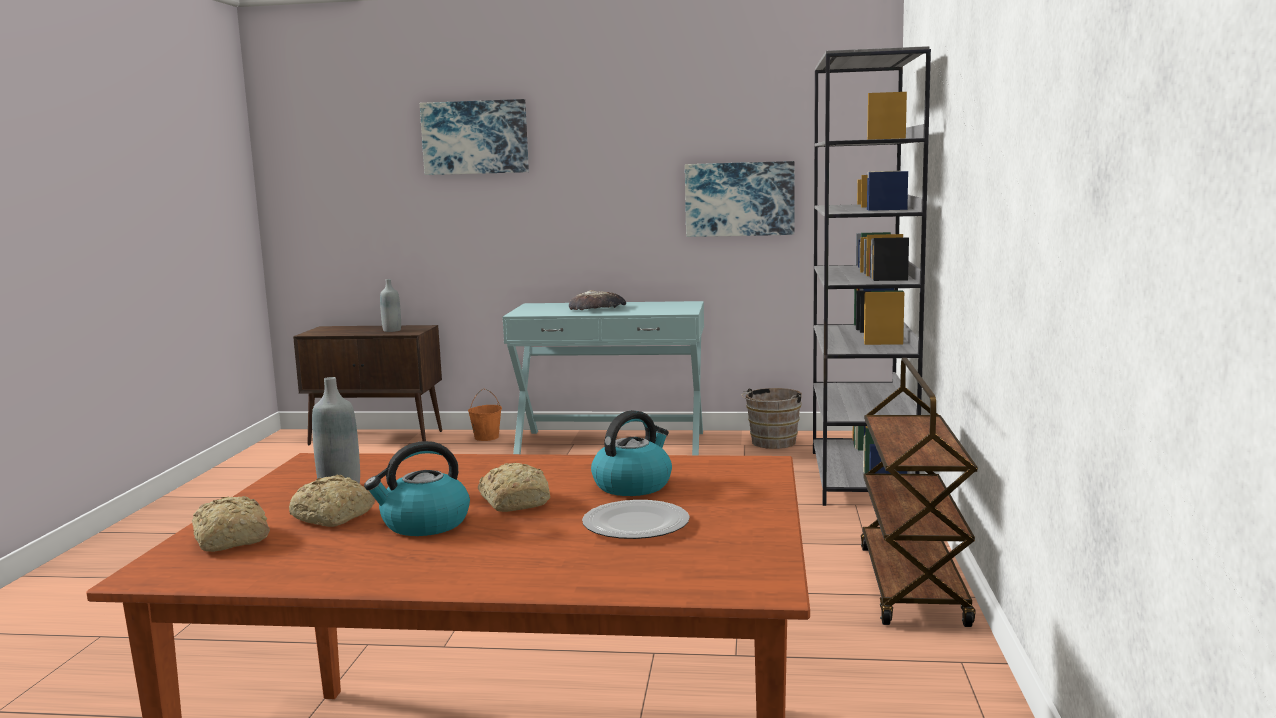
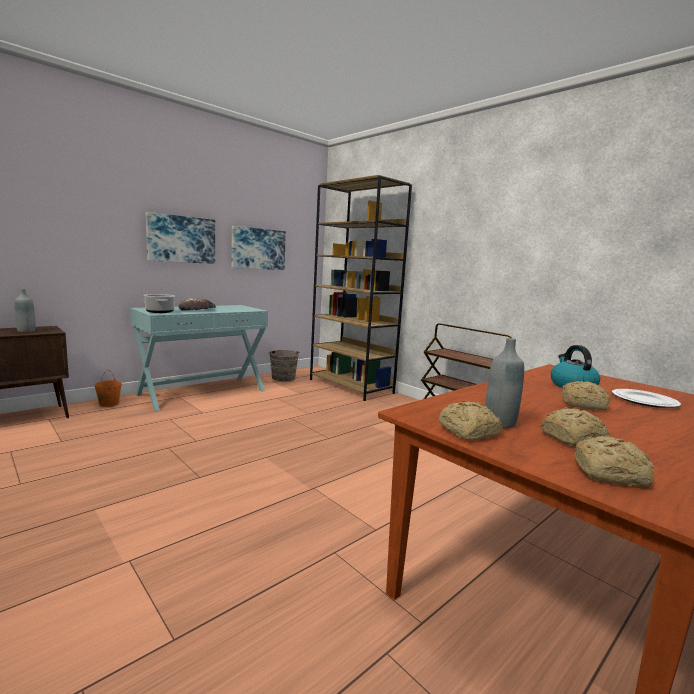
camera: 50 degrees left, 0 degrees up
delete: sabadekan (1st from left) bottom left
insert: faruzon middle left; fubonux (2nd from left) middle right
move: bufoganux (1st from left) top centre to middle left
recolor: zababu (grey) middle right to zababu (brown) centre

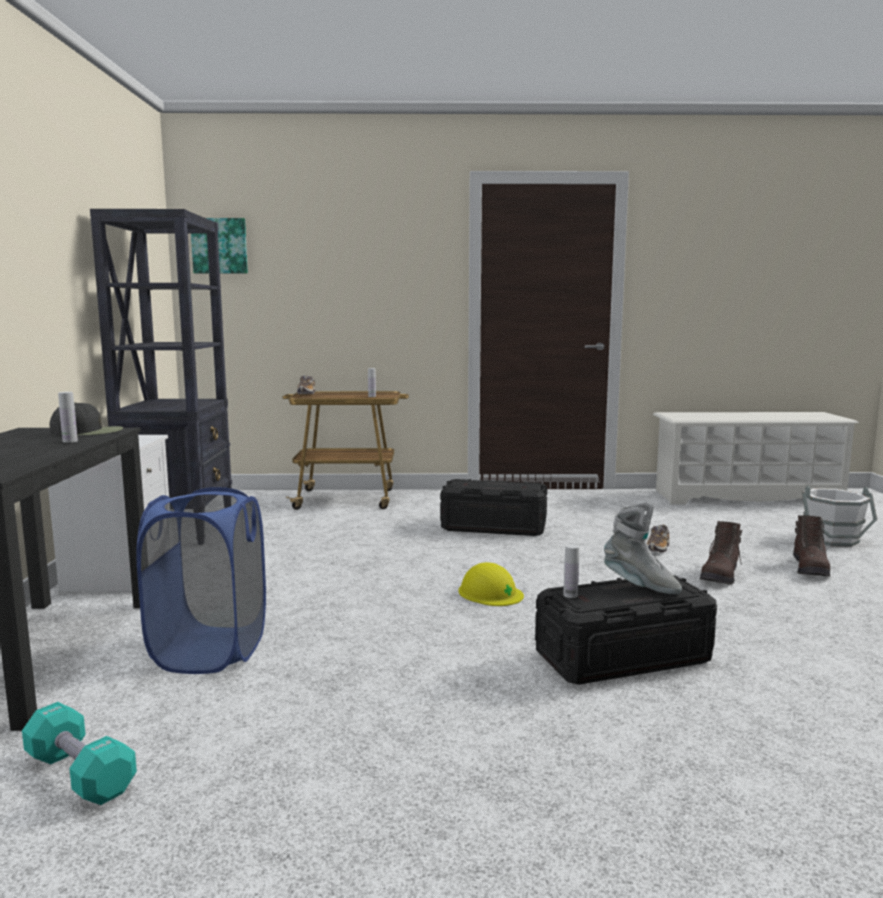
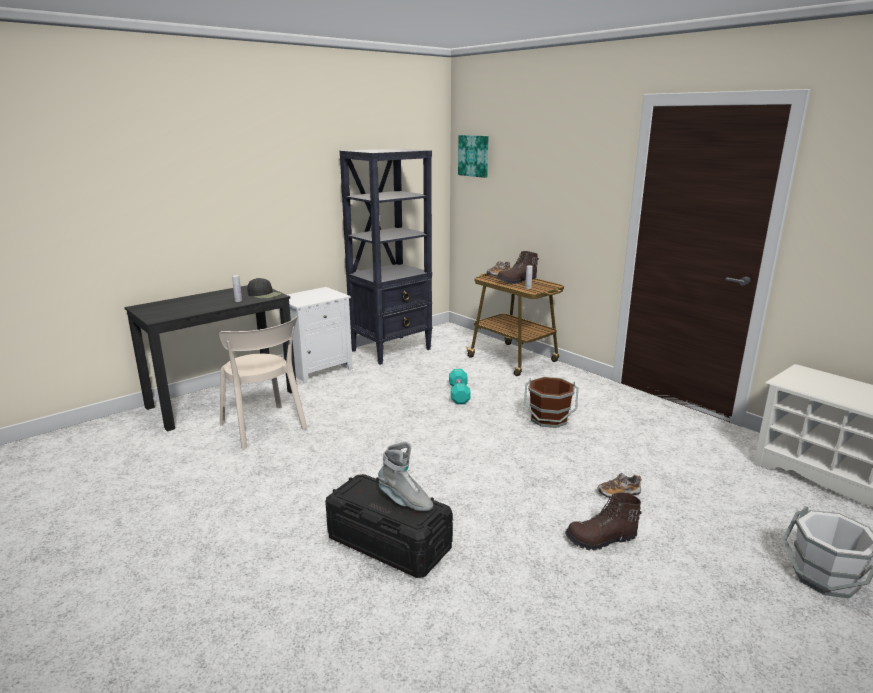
camera: 50 degrees right, 10 degrees up
delete: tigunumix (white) (3rd from left) centre; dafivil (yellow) centre
move: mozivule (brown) (2nd from left in the first image) middle right to mozivule (brown) (1st from left) centre; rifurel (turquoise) bottom left to centre
replace: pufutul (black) (1st from left) centre to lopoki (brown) centre; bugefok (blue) middle left to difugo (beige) middle left
rotate: mozivule (grey) middle right = bottom centre 60 degrees counterclockwise

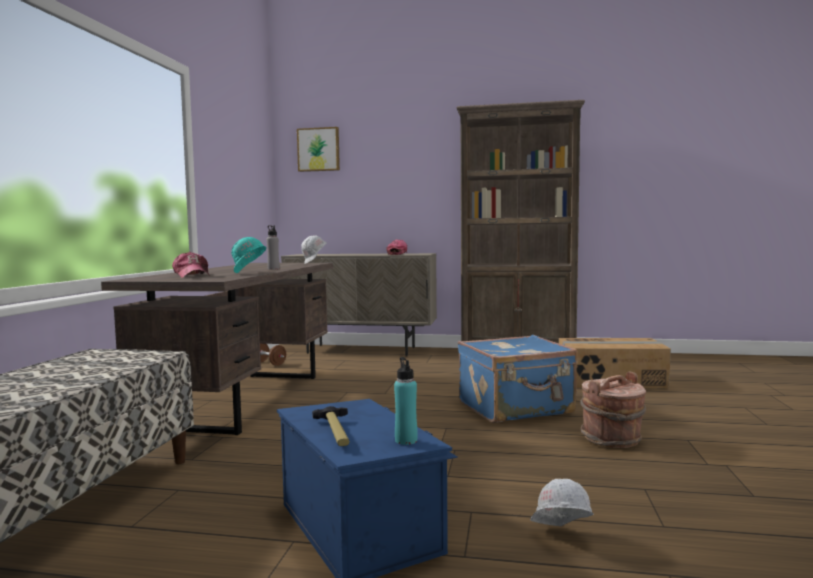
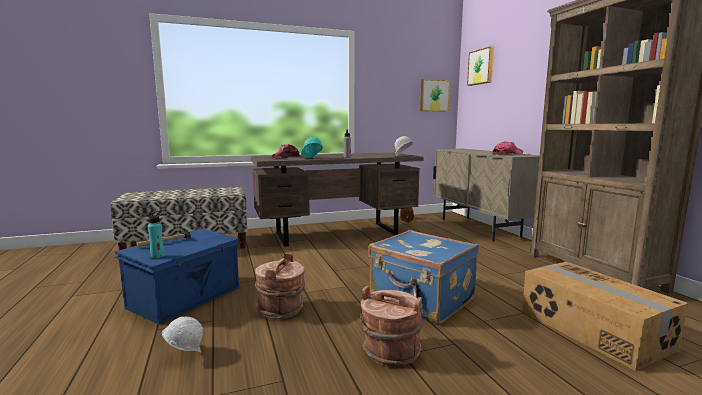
camera: 60 degrees right, 5 degrees up
insert: bufoganux (1st from left) top centre; lopoki (brown) (1st from left) bottom centre

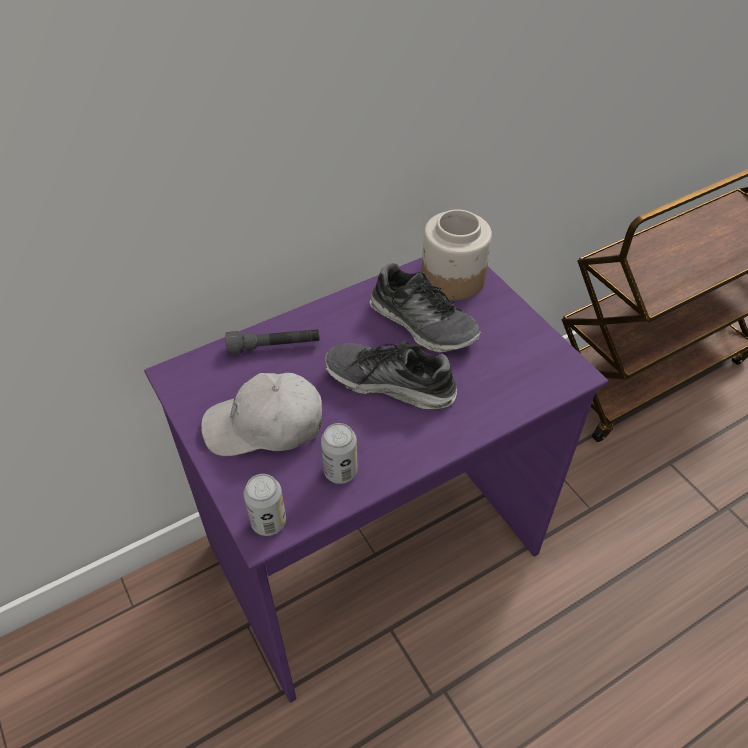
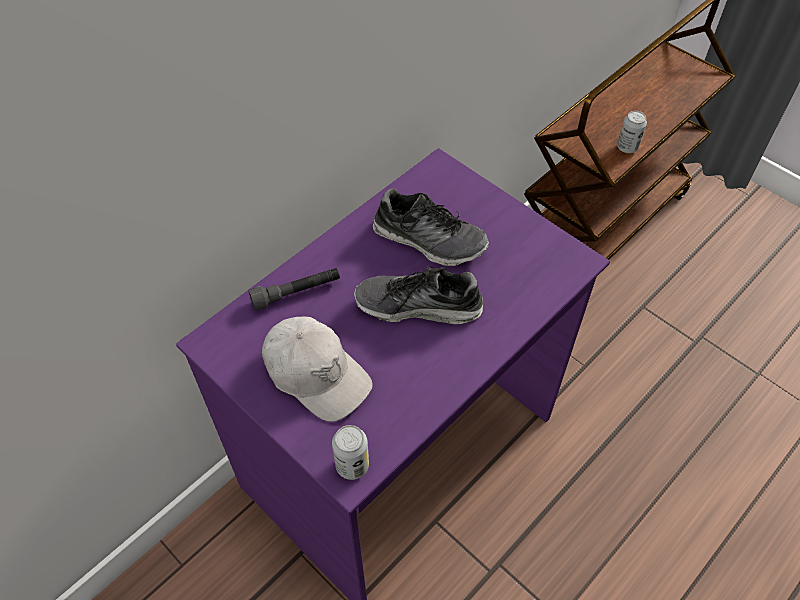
camera: 15 degrees left, 5 degrees up
delete: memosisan centre
move: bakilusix (2nd from left) centre to top right
rotate: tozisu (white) centre = centre 120 degrees counterclockwise

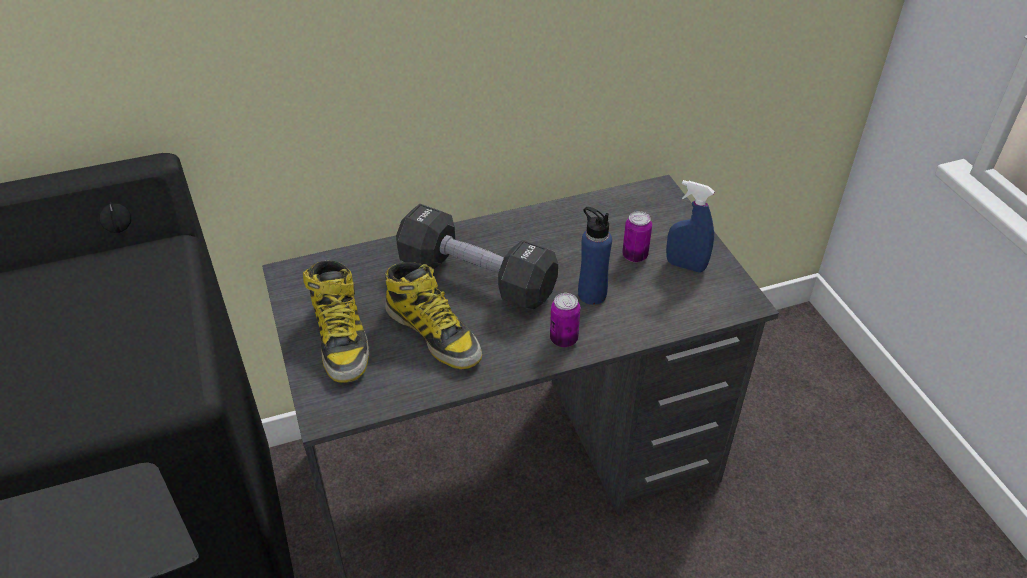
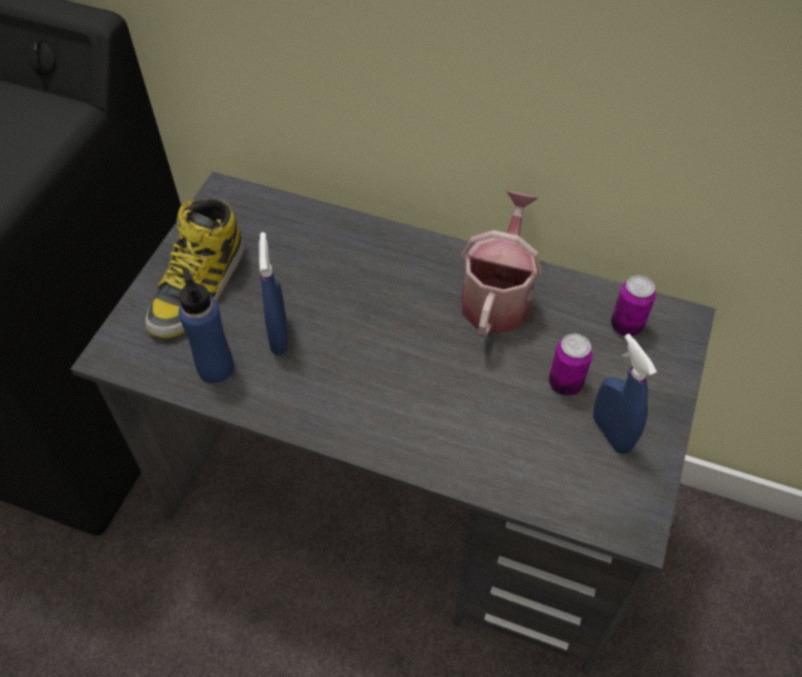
camera: 40 degrees right, 10 degrees up
delete: rifurel (black) centre
insert: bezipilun centre
move: tigunumix (blue) centre to middle left; bakilusix (1st from left in the first image) centre to bakilusix (2nd from left) middle right
replace: mozivule (2nd from left) centre to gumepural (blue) (1st from left) centre

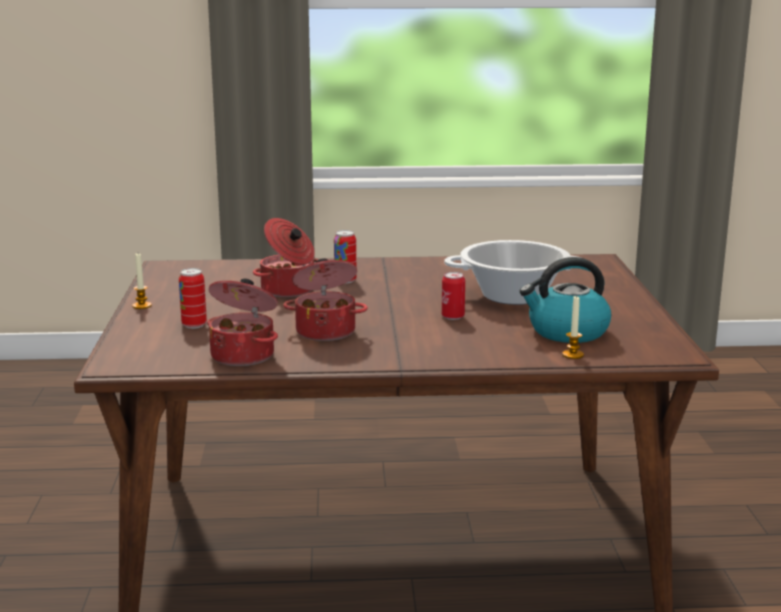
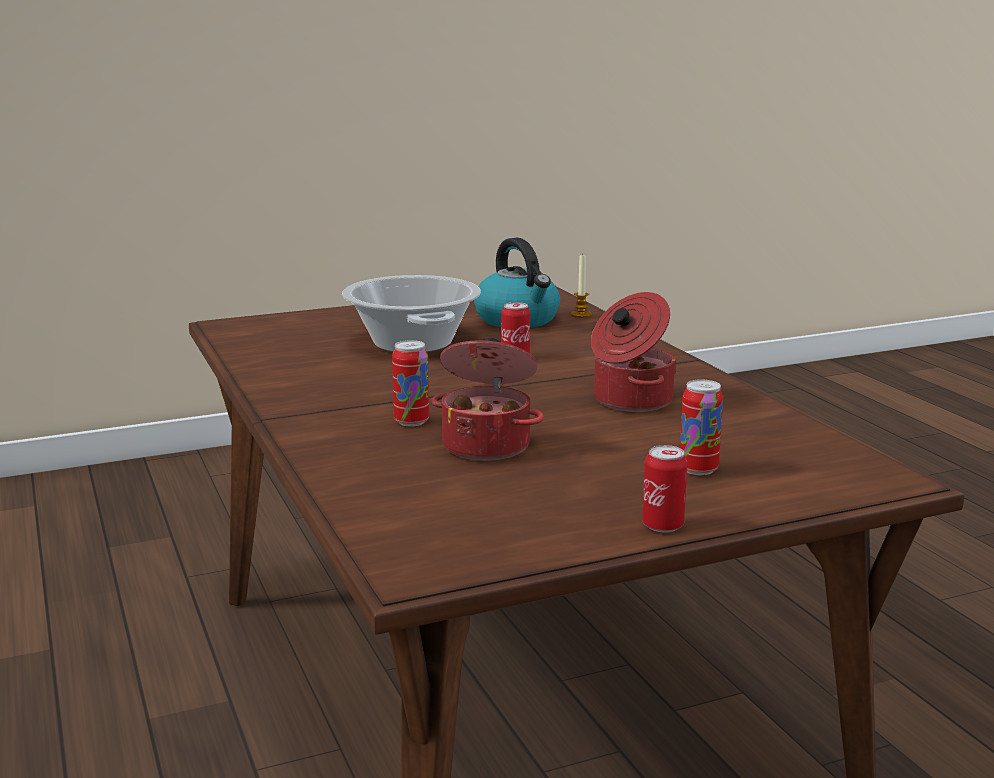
camera: 110 degrees left, 0 degrees up
delete: faruzon (1st from left) middle left
replace: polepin (1st from left) middle left to bakilusix (3rd from left) middle right

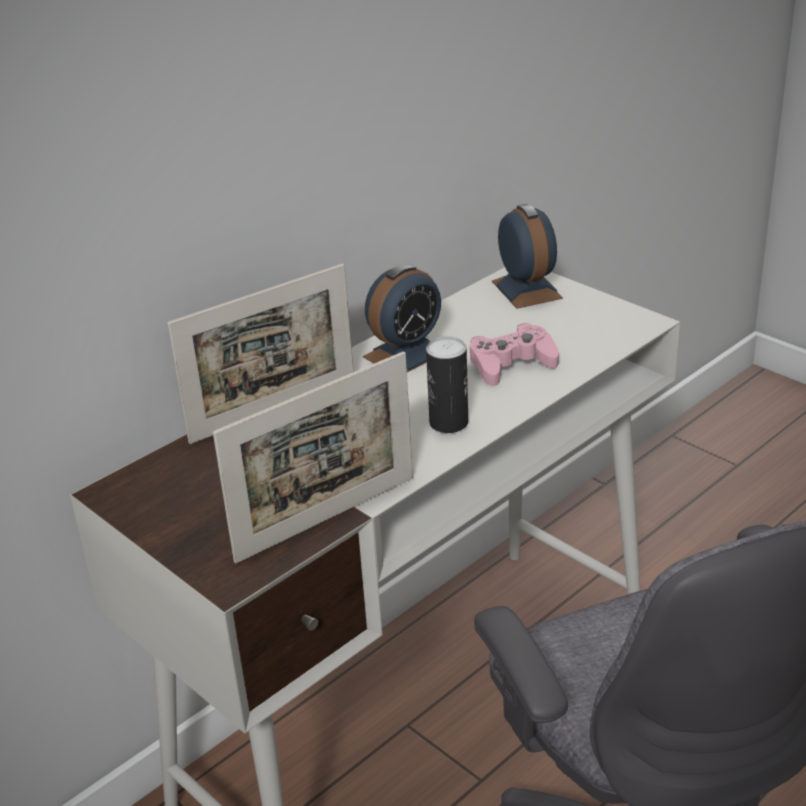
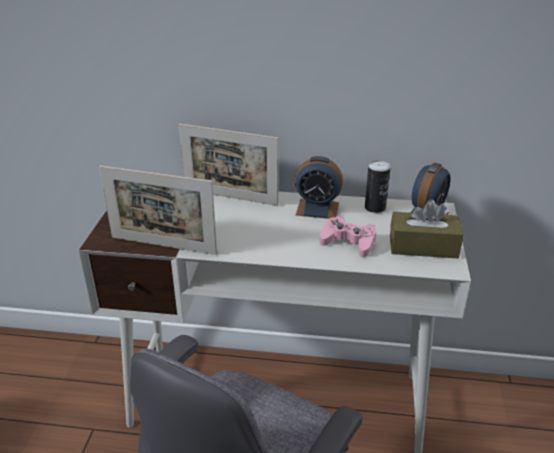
camera: 50 degrees right, 0 degrees up
insert: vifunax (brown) middle right
move: bakilusix centre to middle right

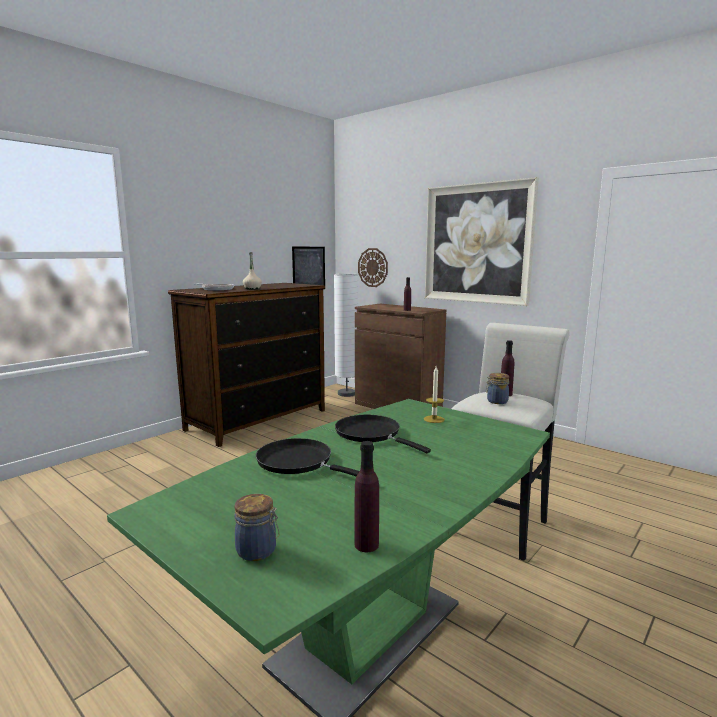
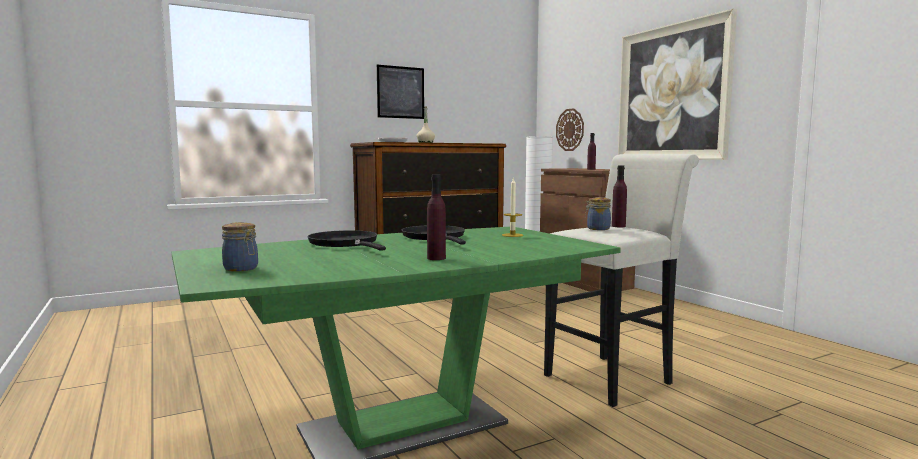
camera: 20 degrees right, 5 degrees down
move: bufoganux (1st from left) centre to top centre; tigunumix (purple) (1st from left) bottom centre to centre

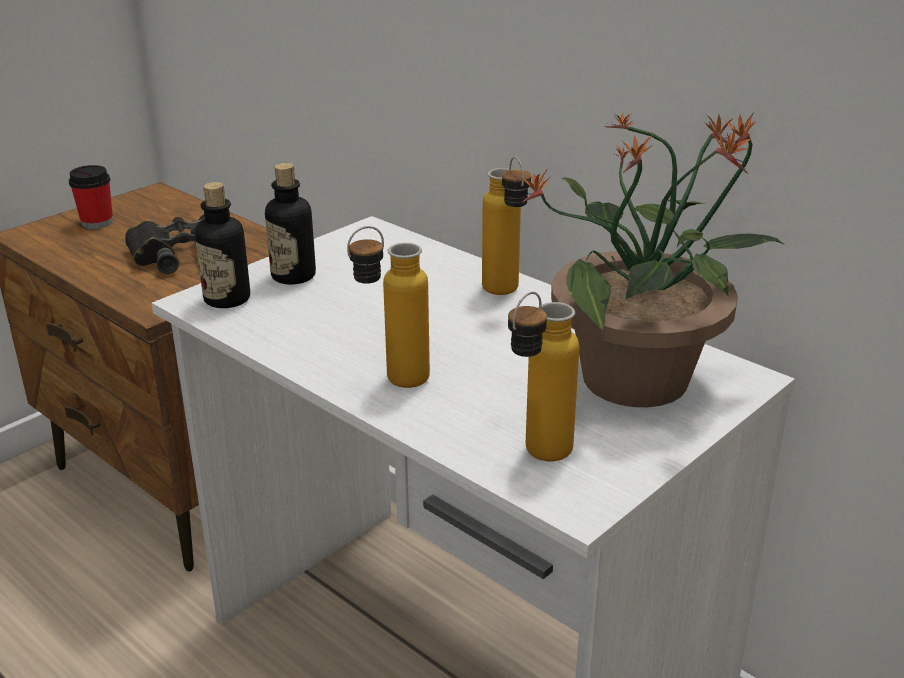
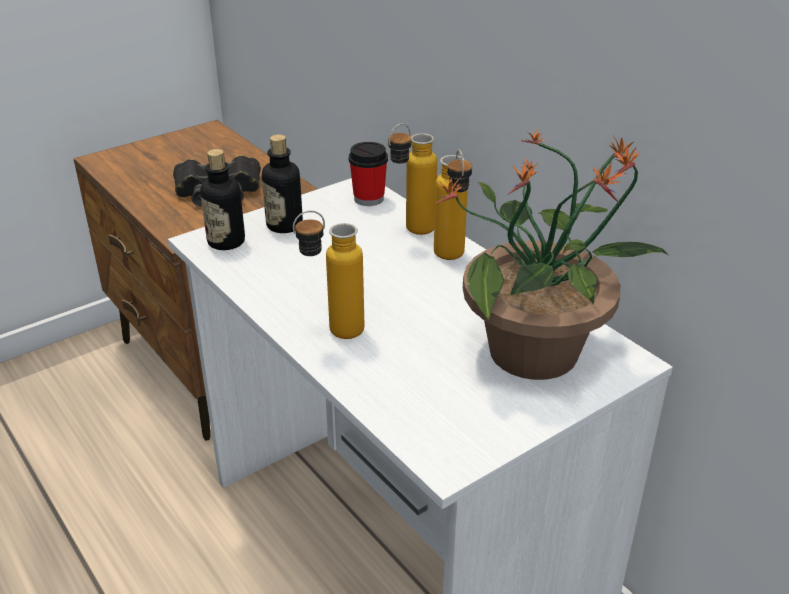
camera: 10 degrees right, 5 degrees up
move: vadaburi top left to top centre; tigunumix (5th from left in the first image) centre to tigunumix (4th from left) top centre

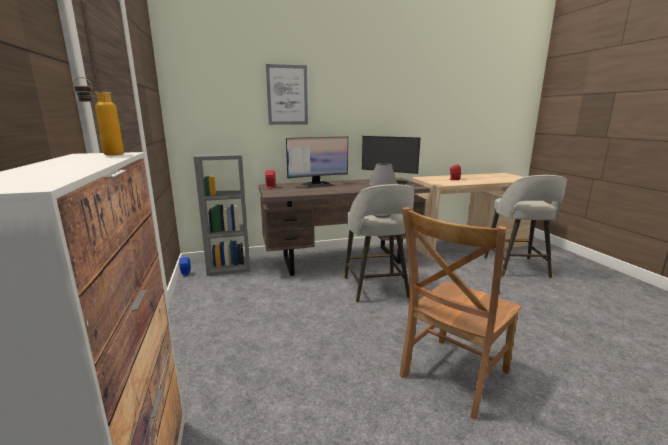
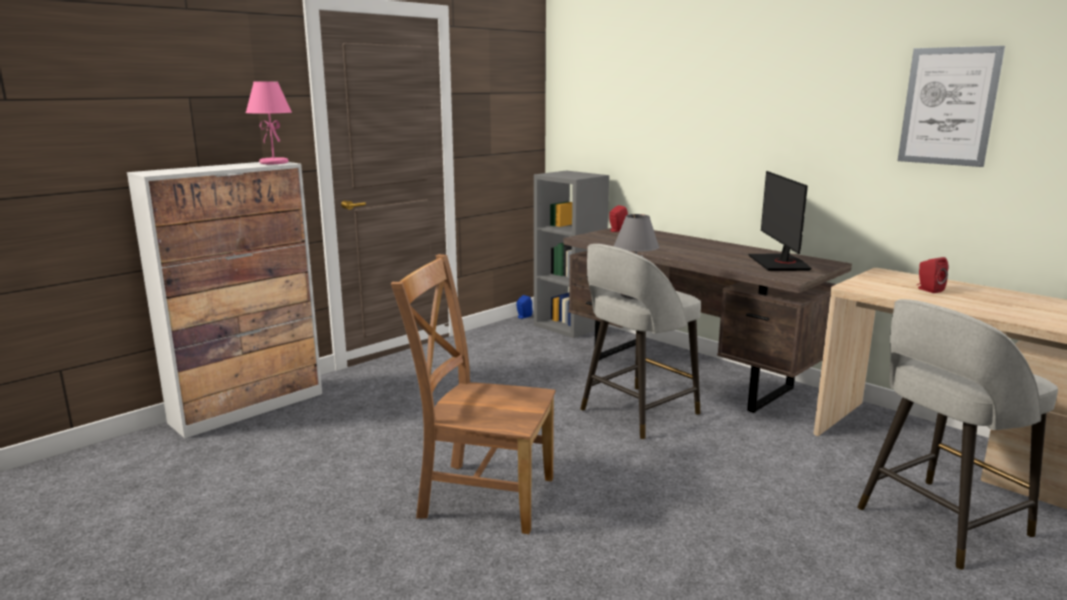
camera: 60 degrees right, 0 degrees up
delete: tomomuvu (1st from left) centre
move: bufoganux top centre to top right
replace: tigunumix top left to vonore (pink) top left

